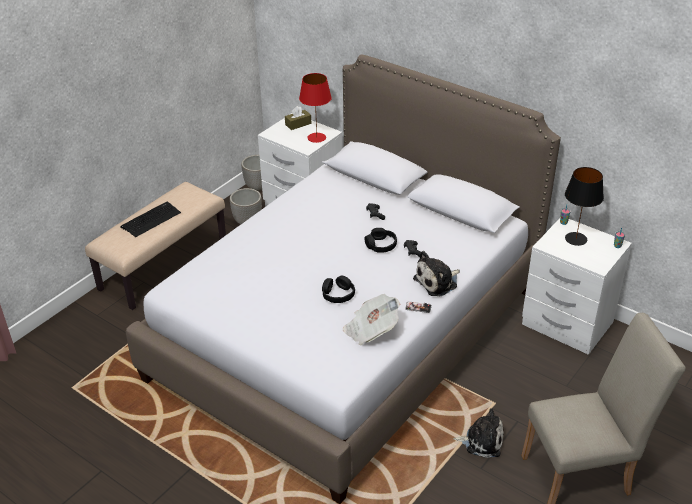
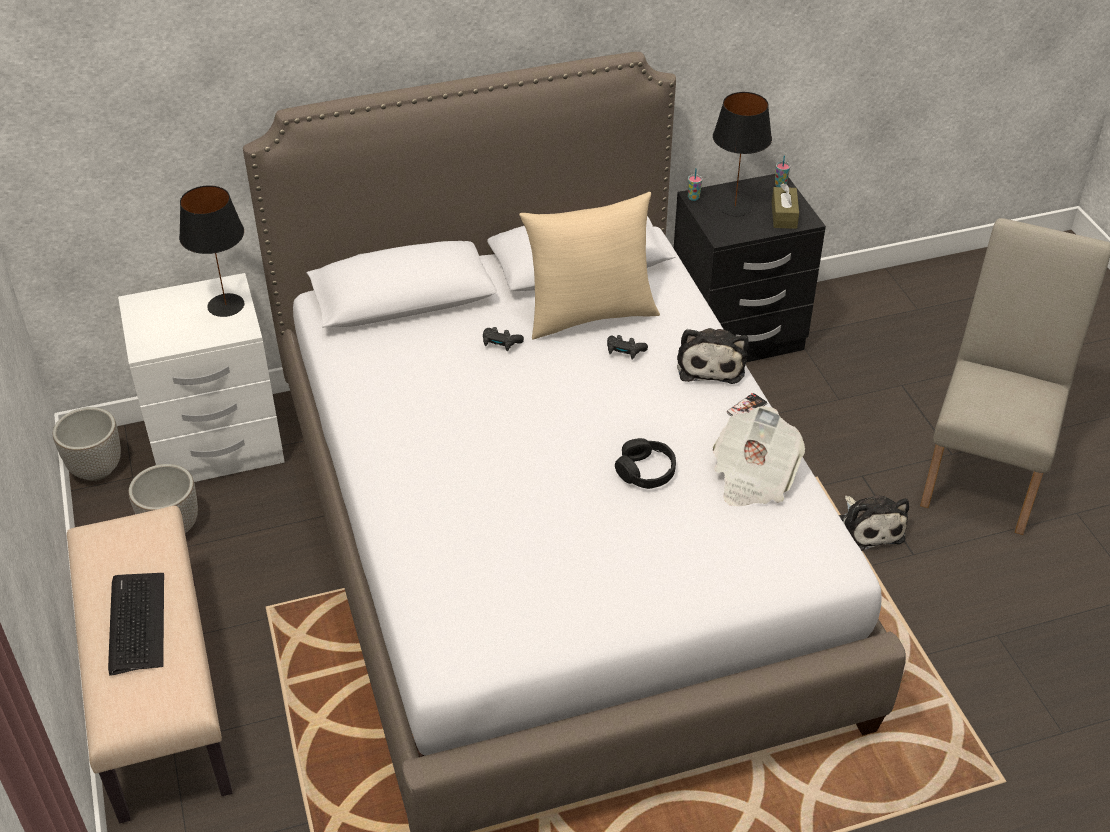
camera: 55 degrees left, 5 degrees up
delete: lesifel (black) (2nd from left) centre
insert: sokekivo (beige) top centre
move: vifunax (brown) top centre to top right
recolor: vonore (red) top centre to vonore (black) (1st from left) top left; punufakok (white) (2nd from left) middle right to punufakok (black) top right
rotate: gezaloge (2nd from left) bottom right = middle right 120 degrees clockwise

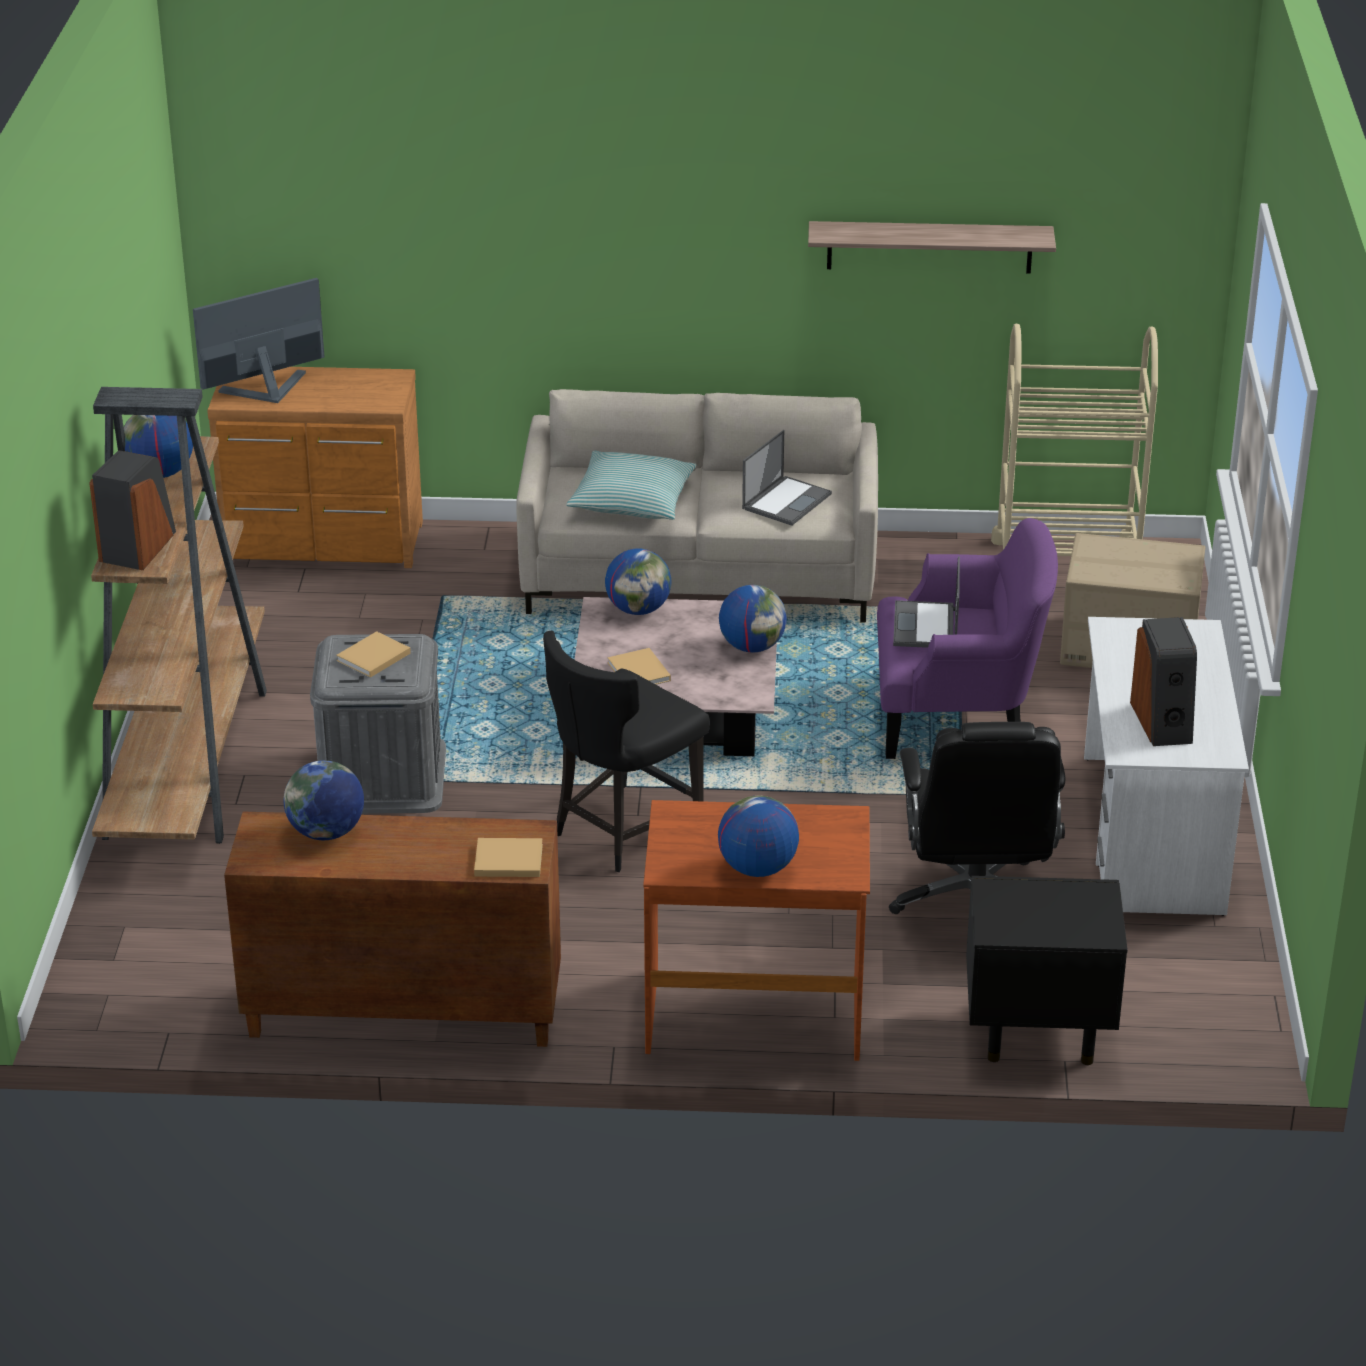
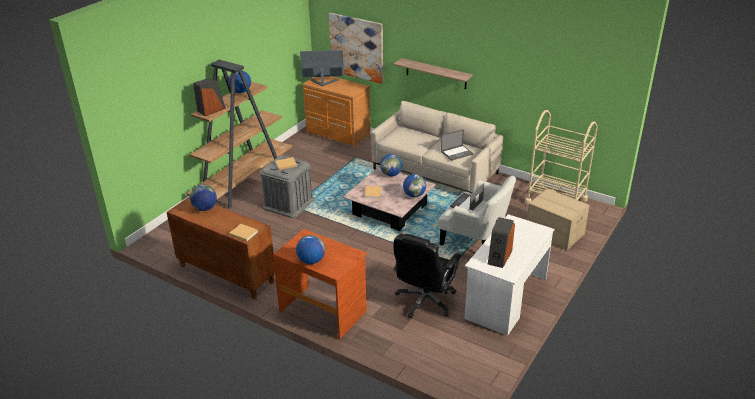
camera: 30 degrees right, 0 degrees up
delete: sokekivo centre; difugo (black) centre; punufakok (black) bottom right
insert: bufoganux top centre
move: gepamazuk top right to top centre
recolor: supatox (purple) middle right to supatox (white) centre

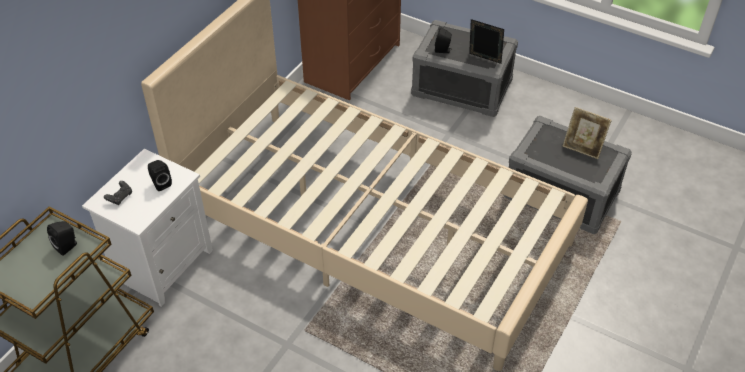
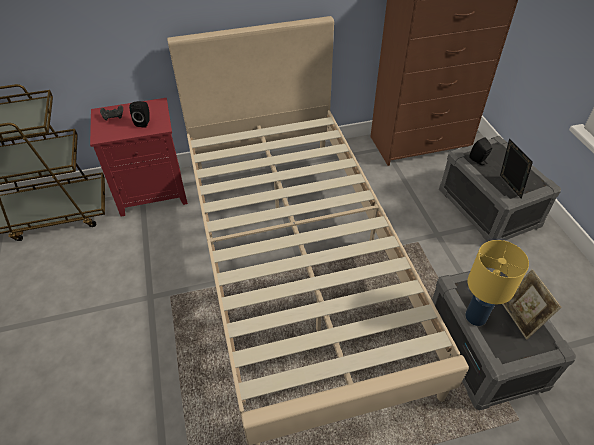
camera: 45 degrees right, 0 degrees up
delete: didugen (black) (1st from left) middle left
insert: vonore (yellow) middle right
recolor: punufakok (white) middle left to punufakok (red) middle left

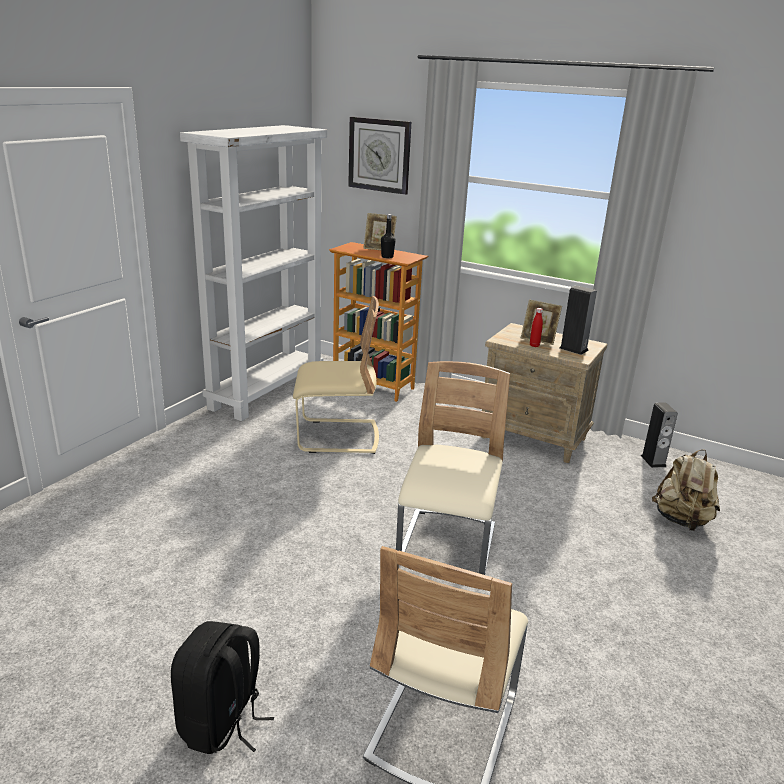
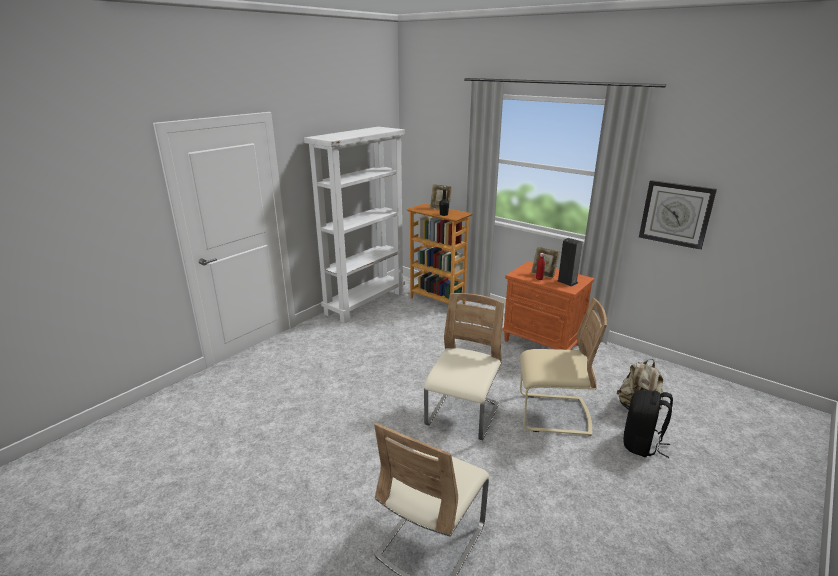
camera: 10 degrees right, 0 degrees up
delete: didugen (2nd from left) middle right
move: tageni top centre to middle right; difugo (beige) (1st from left in the first image) centre to difugo (beige) (3rd from left) middle right; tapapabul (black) bottom left to bottom right
recolor: punufakok (beige) middle right to punufakok (orange) centre

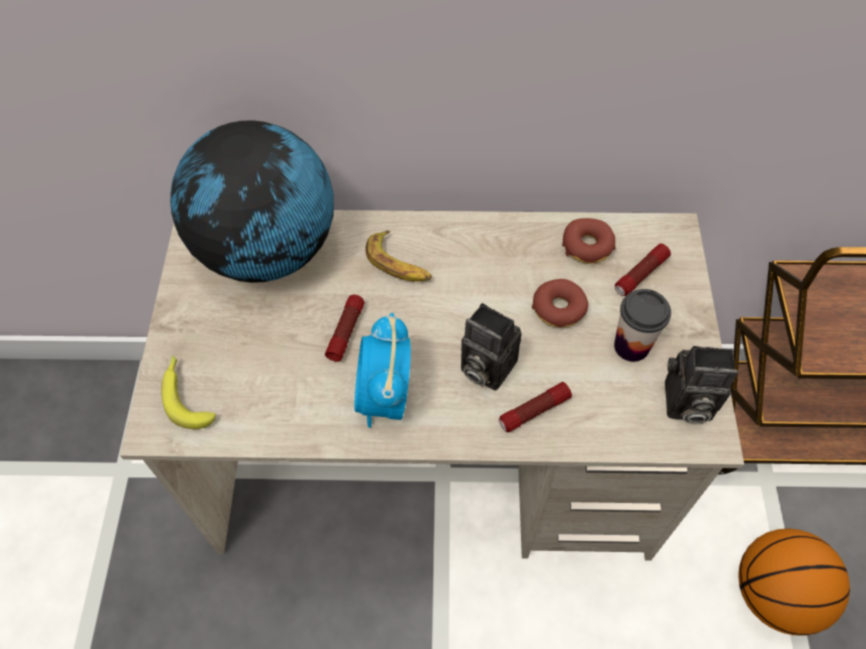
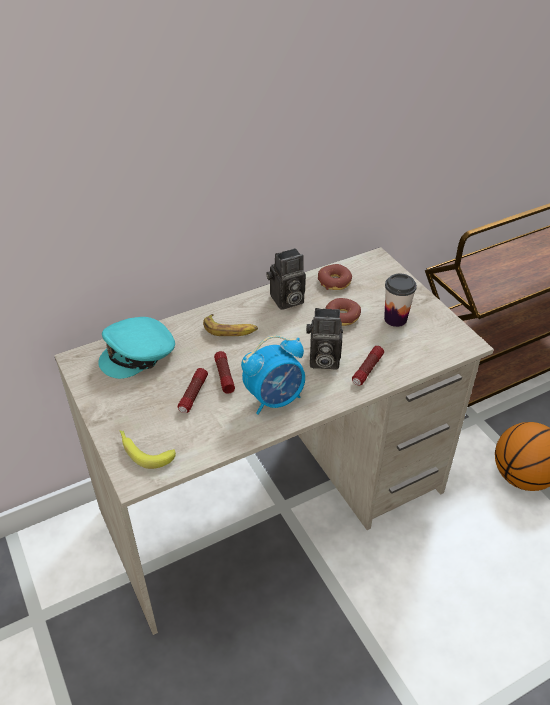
camera: 30 degrees left, 15 degrees down
move: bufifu (3rd from left in the first image) middle right to bufifu (1st from left) centre; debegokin (2nd from left in the first image) middle right to debegokin (1st from left) centre
replace: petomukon top left to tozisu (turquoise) middle left
rotate: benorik centre = centre 90 degrees counterclockwise

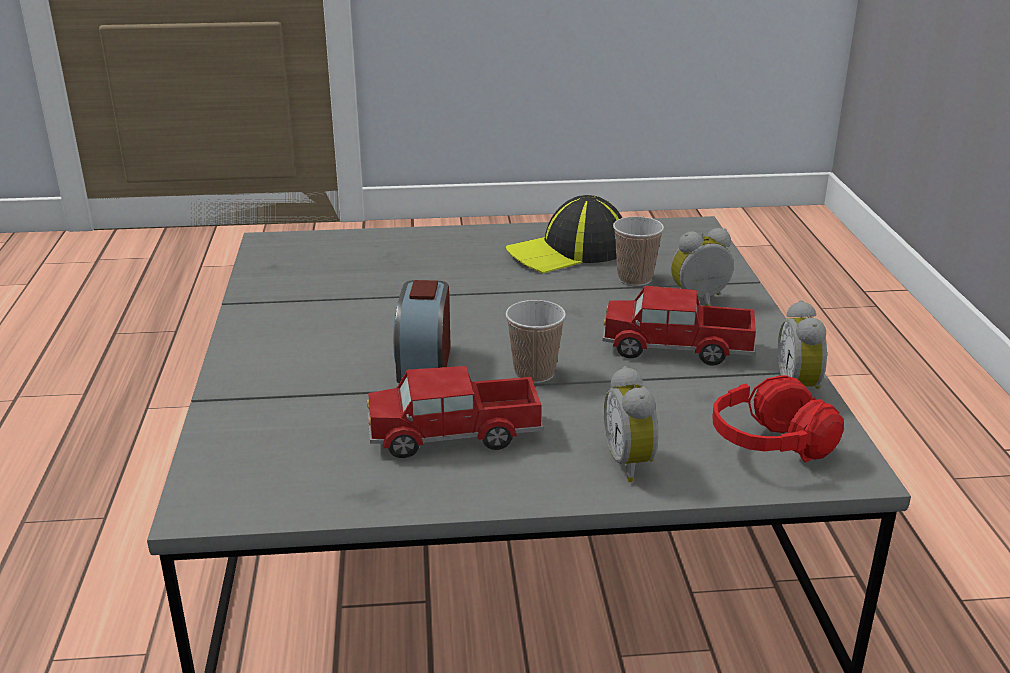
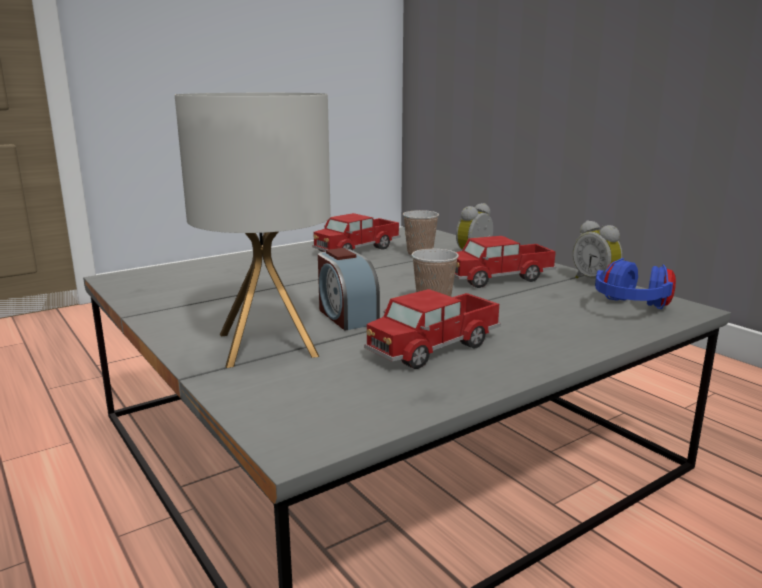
camera: 30 degrees left, 10 degrees down
delete: benorik (2nd from left) centre
insert: vonore middle left
replace: tozisu centre to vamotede (1st from left) centre
recolor: lesifel (red) middle right to lesifel (blue) middle right

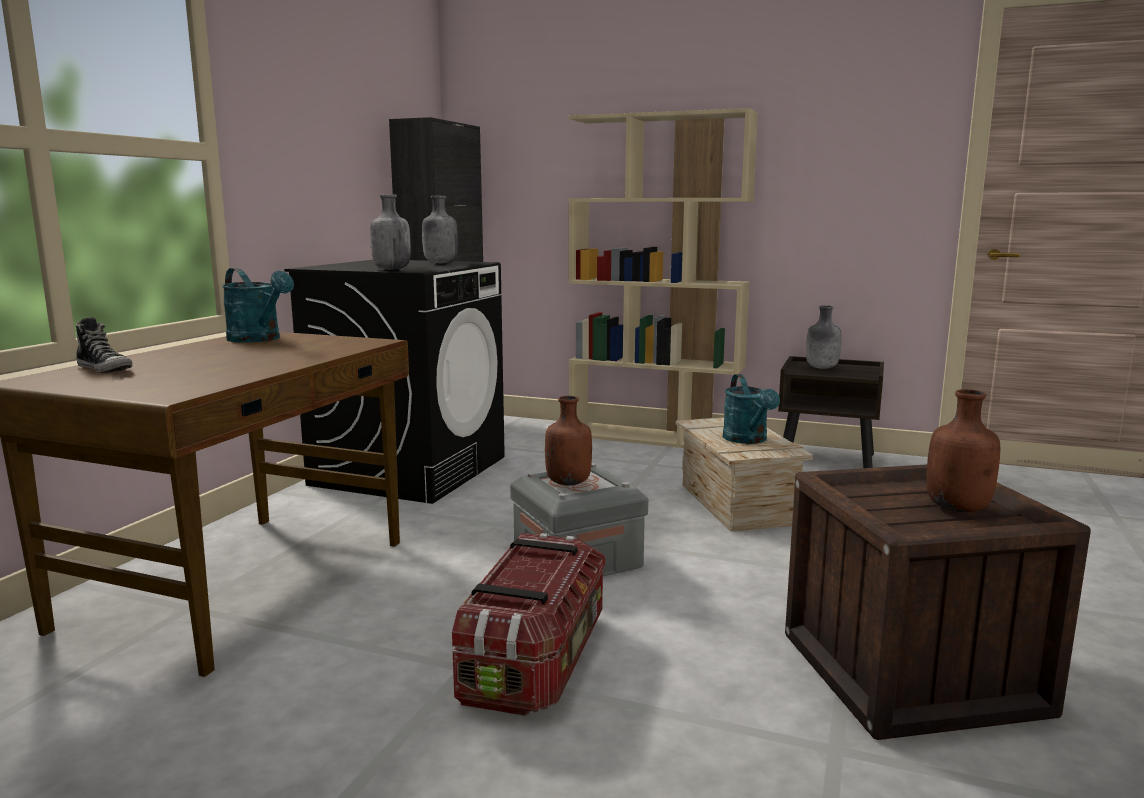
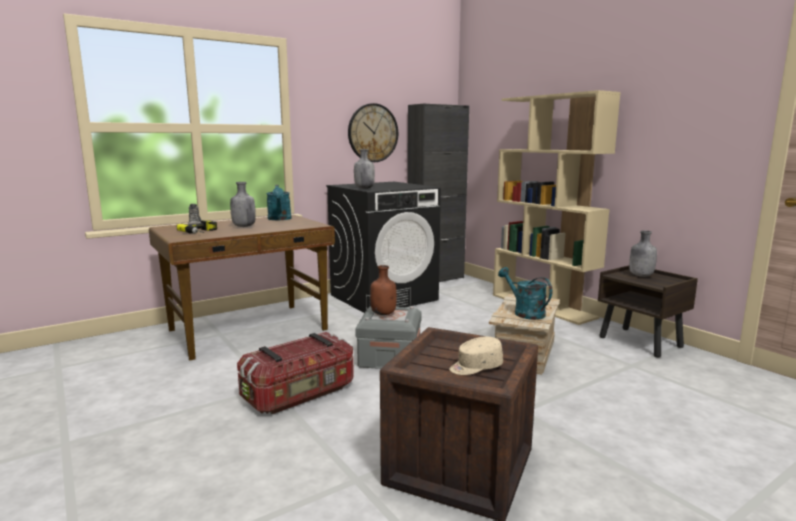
camera: 35 degrees right, 0 degrees up
insert: tageni top centre; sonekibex middle left
move: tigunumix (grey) (2nd from left in the first image) top centre to tigunumix (grey) (1st from left) middle left
replace: tigunumix (brown) (2nd from left) middle right to tozisu (beige) bottom centre
rotate: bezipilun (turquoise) (2nd from left) centre = centre 120 degrees clockwise

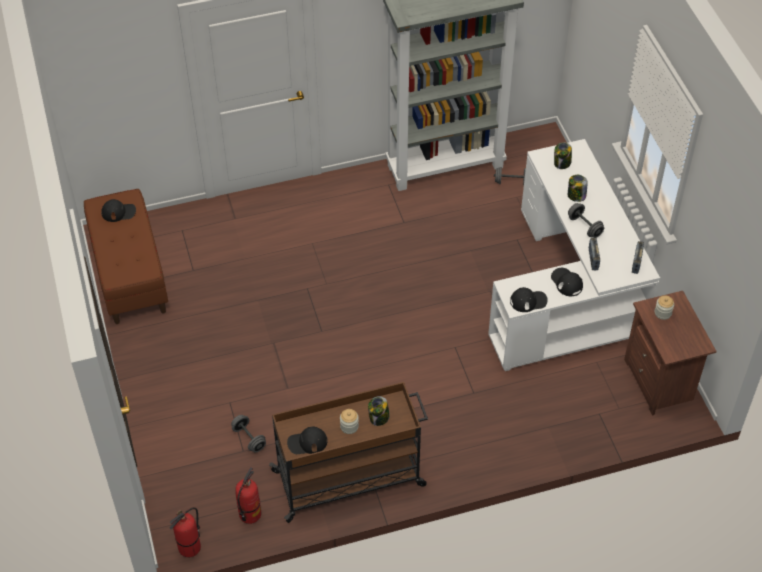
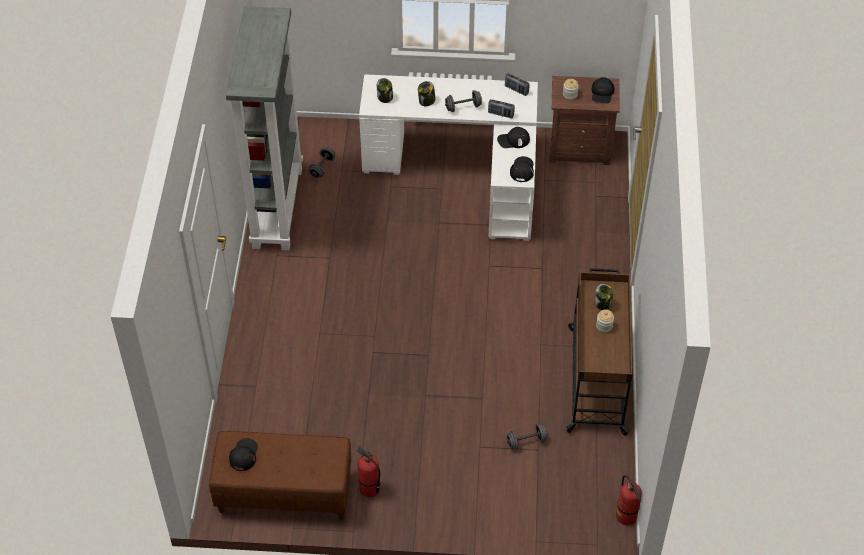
camera: 70 degrees left, 0 degrees up
move: tozisu (black) (2nd from left in the first image) bottom centre to tozisu (black) (4th from left) top right; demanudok (2nd from left in the first image) bottom left to demanudok (1st from left) bottom centre

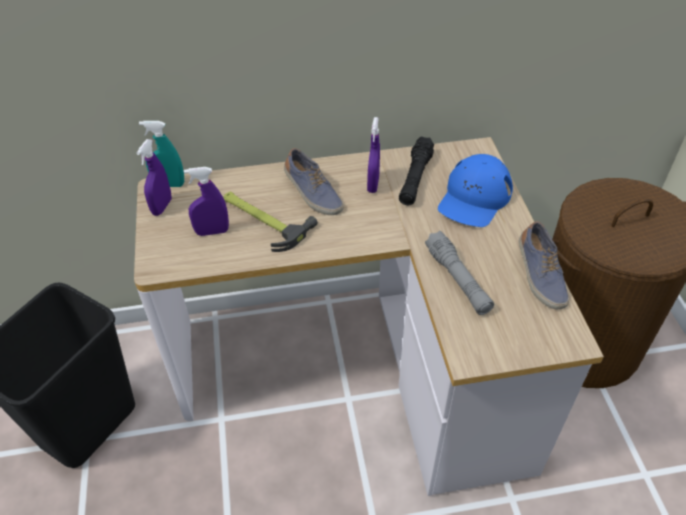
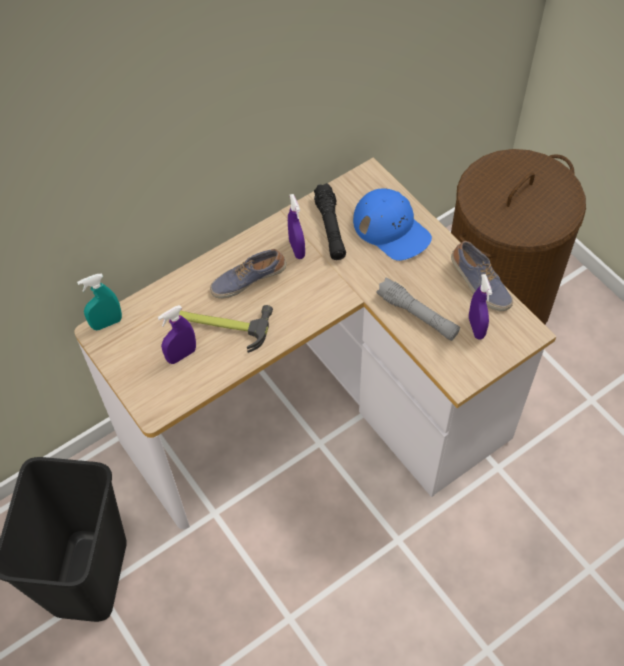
camera: 25 degrees left, 10 degrees up
move: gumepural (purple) (1st from left in the first image) middle left to gumepural (purple) (3rd from left) middle right
rotate: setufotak (1st from left) centre = centre 135 degrees clockwise; tozisu (blue) middle right = centre 45 degrees counterclockwise

